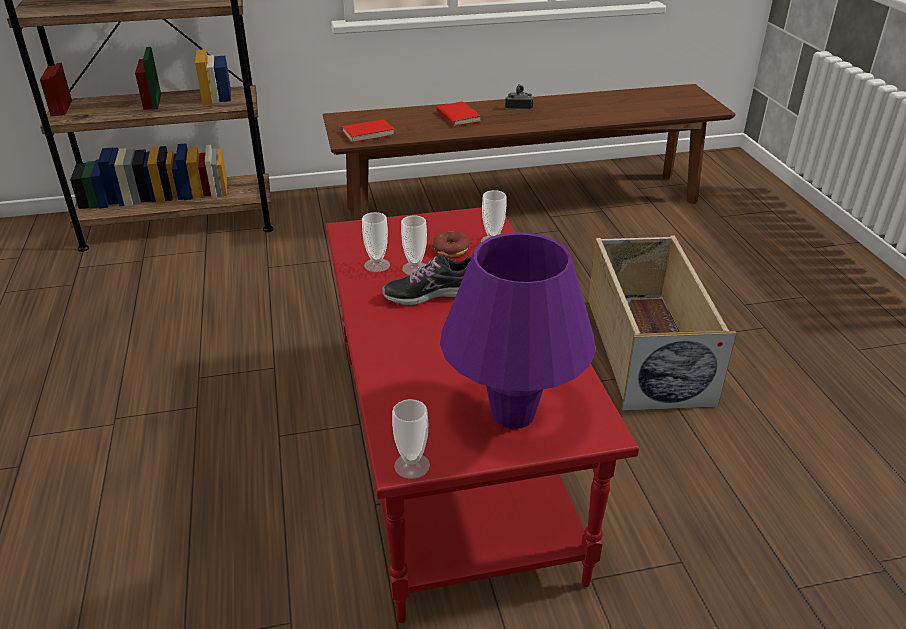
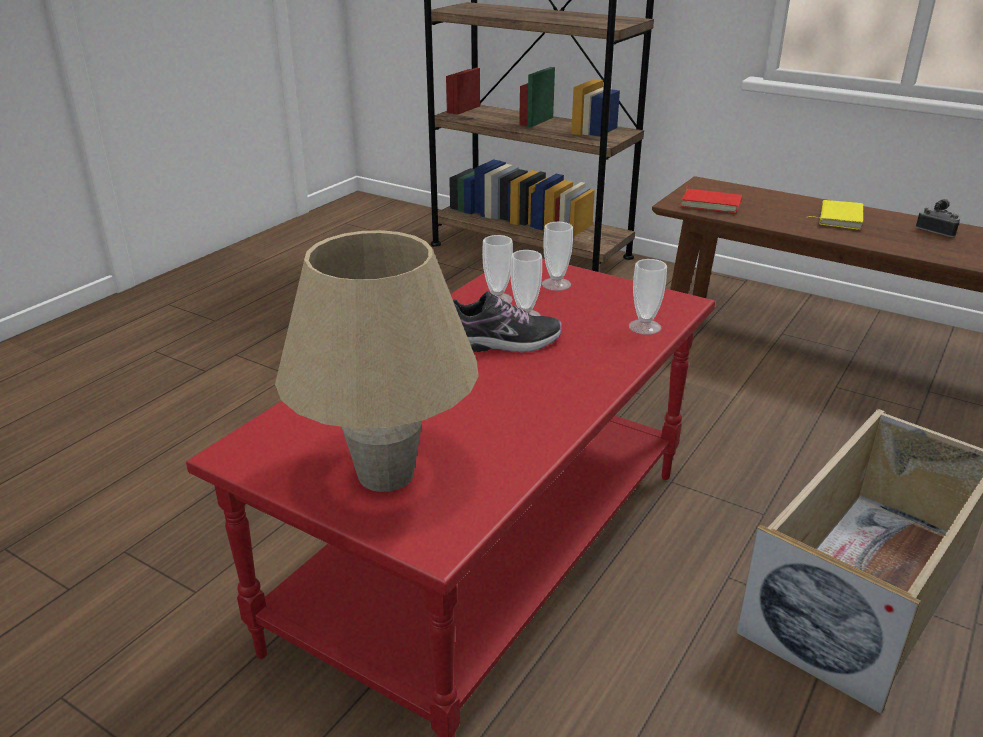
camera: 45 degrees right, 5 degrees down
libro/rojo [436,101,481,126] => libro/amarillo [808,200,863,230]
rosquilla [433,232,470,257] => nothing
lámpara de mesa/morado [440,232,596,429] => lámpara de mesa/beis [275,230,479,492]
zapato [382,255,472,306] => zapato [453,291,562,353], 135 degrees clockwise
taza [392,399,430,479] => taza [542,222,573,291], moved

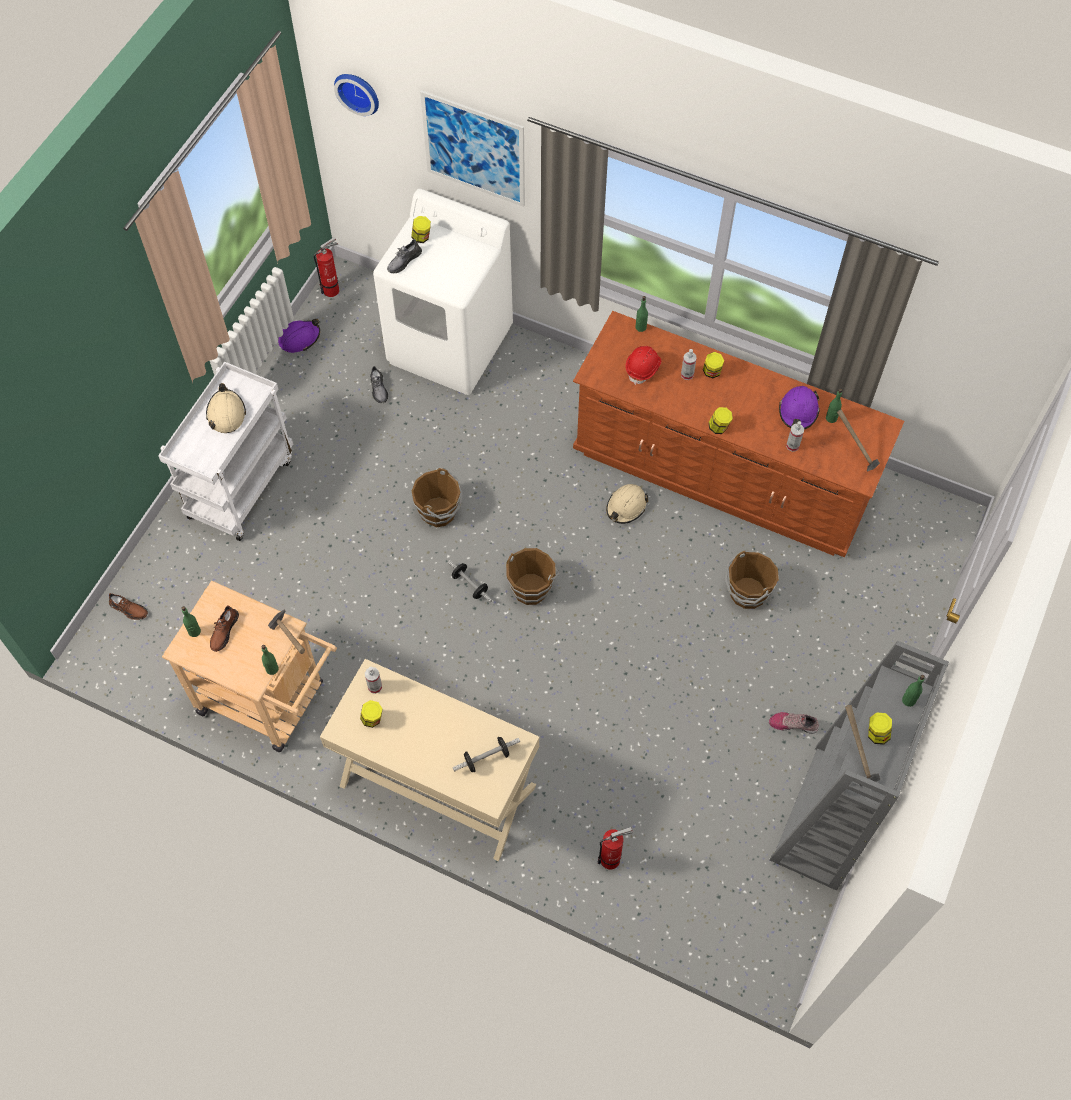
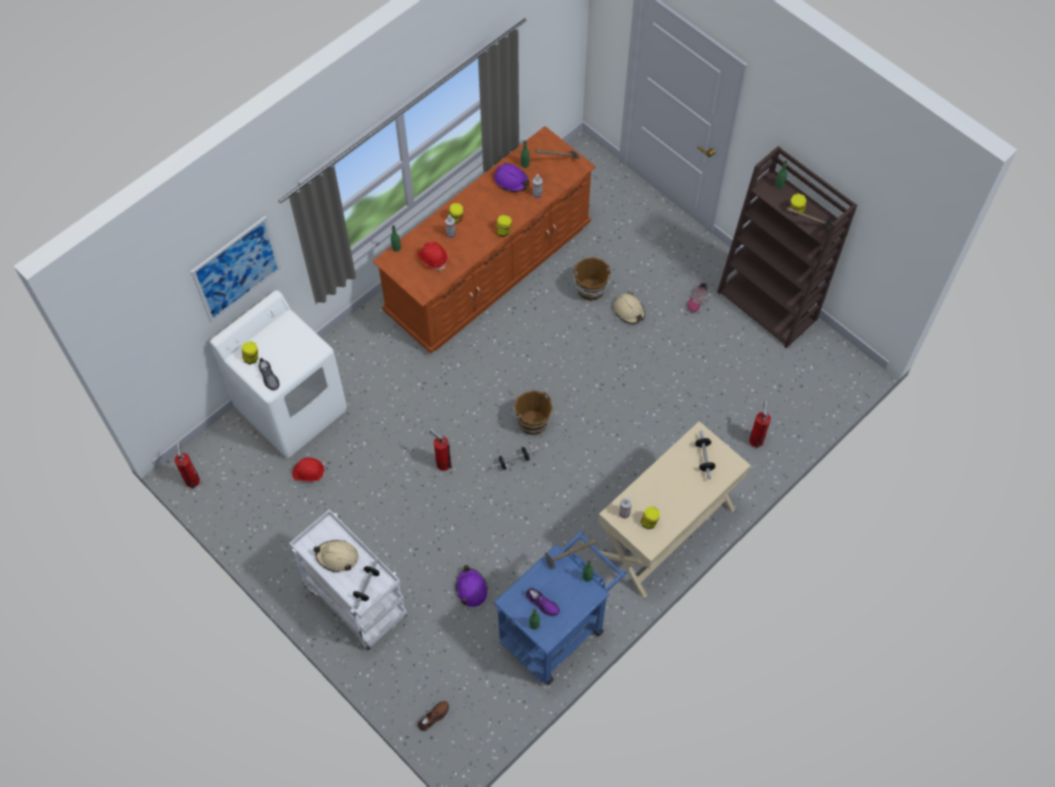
camera: 70 degrees left, 0 degrees up
reloj de pared [334,74,379,116] => nothing
casco/morado [278,319,320,353] => casco/morado [456,565,488,607], moved
zapato/gris [370,366,388,403] => casco/rojo [292,458,326,481]
cubo/marrón [412,468,462,527] => extintor [429,428,452,471]
casco/beis [606,484,648,524] => casco/beis [614,292,645,324], moved
carrito/beis [162,581,337,752] => carrito/azul [493,531,627,685]
zapato/marrón [210,606,239,652] => zapato/morado [526,588,560,616]
estantería/gris [770,641,949,890] => estantería/marrón [717,146,857,348]
nothing => mancuerna [353,558,379,609]

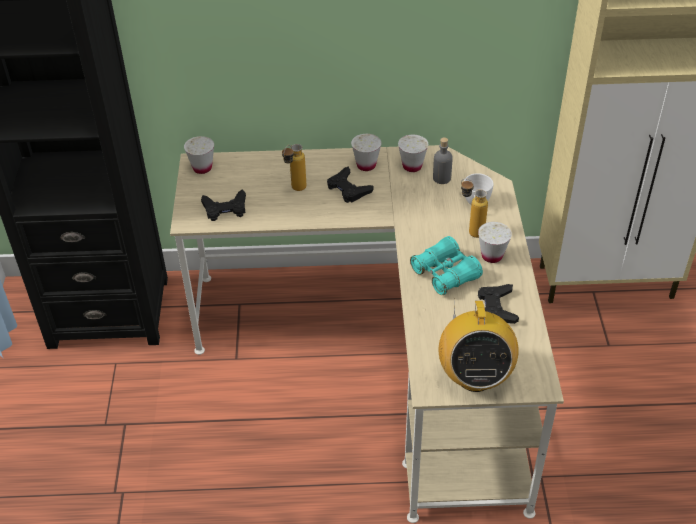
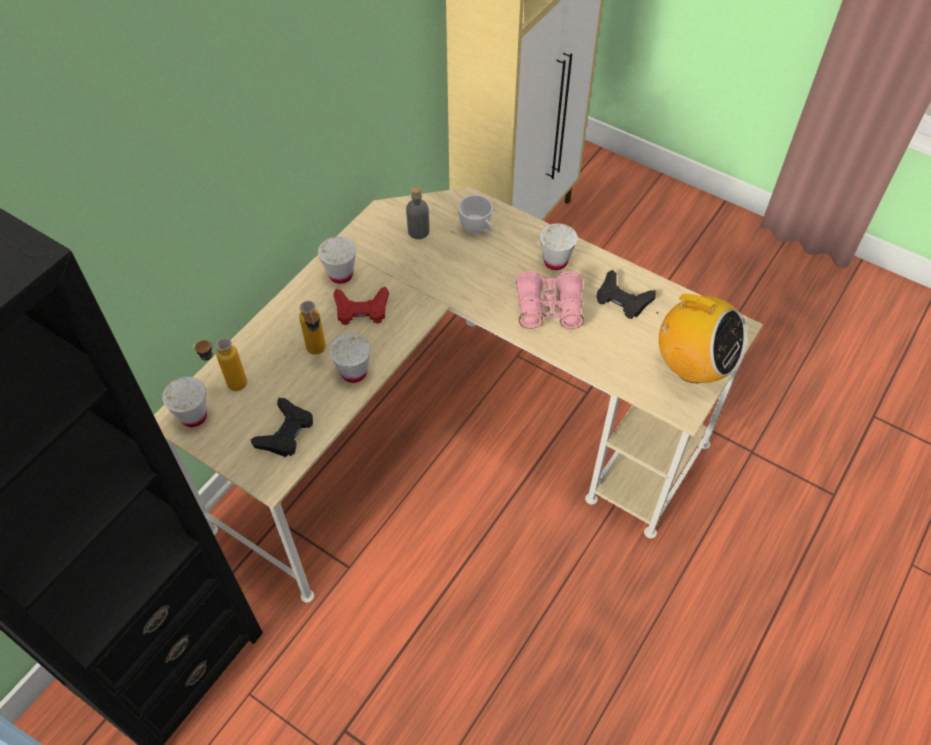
camera: 55 degrees left, 10 degrees up
taza/blanco [398,135,428,172] => taza/blanco [329,333,371,383], moved
mando de consola/negro [327,167,373,203] => mando de consola/rojo [333,286,389,325]
botella [461,178,488,238] => botella [193,338,247,391], moved
prismáticos/turquesa [410,236,483,295] => prismáticos/rosa [516,271,584,329]

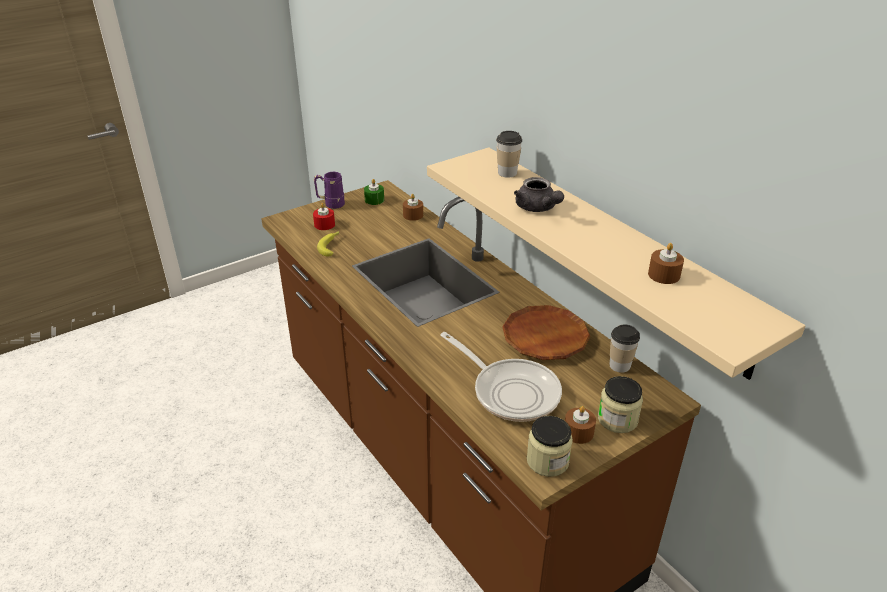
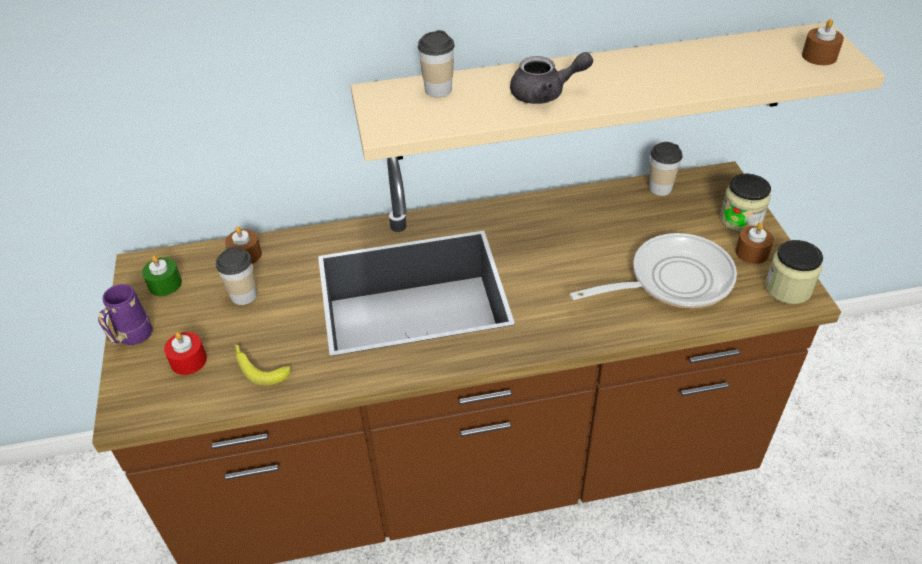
camera: 65 degrees left, 10 degrees up
vela/marrón [648,243,684,284] => vela/marrón [802,19,844,65], moved
plato/marrón [502,305,590,360] => nothing
nothing => taza [215,247,257,305]

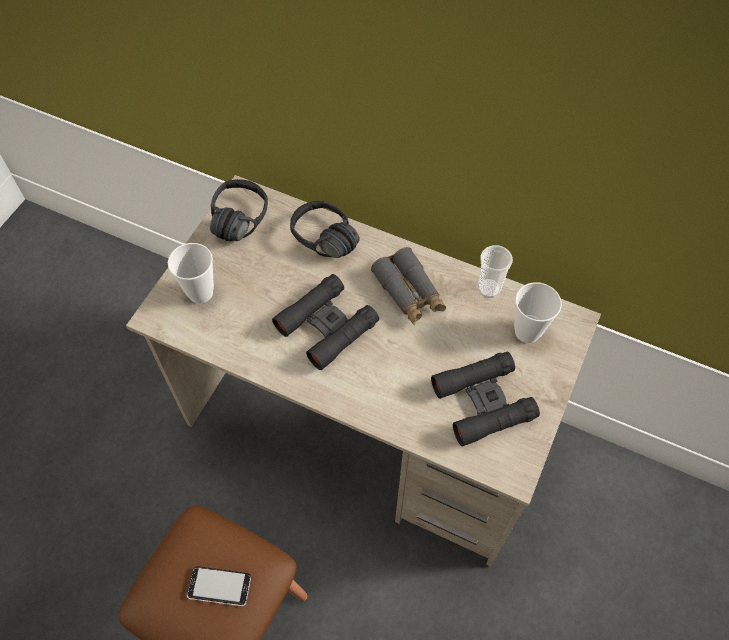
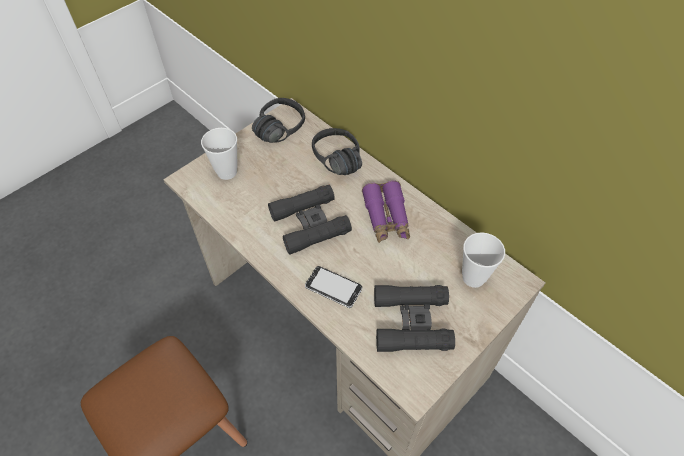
camera: 20 degrees right, 5 degrees down
taza [477,245,513,298] => nothing
prismáticos/gris [371,247,446,325] => prismáticos/morado [362,180,410,243]
móvil [187,566,251,607] => móvil [305,266,362,308], moved

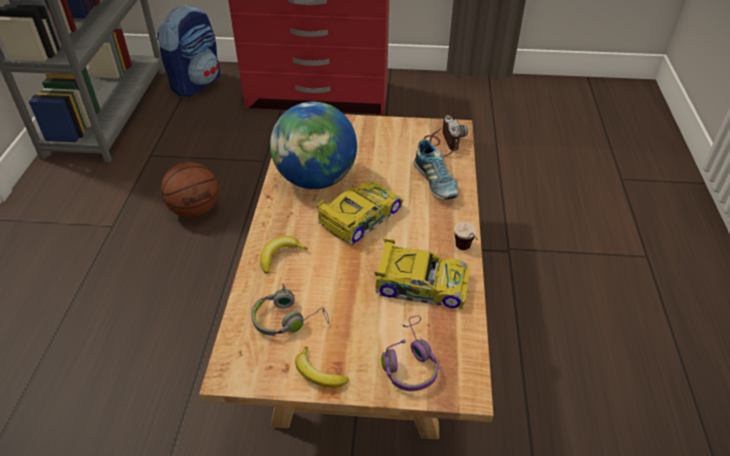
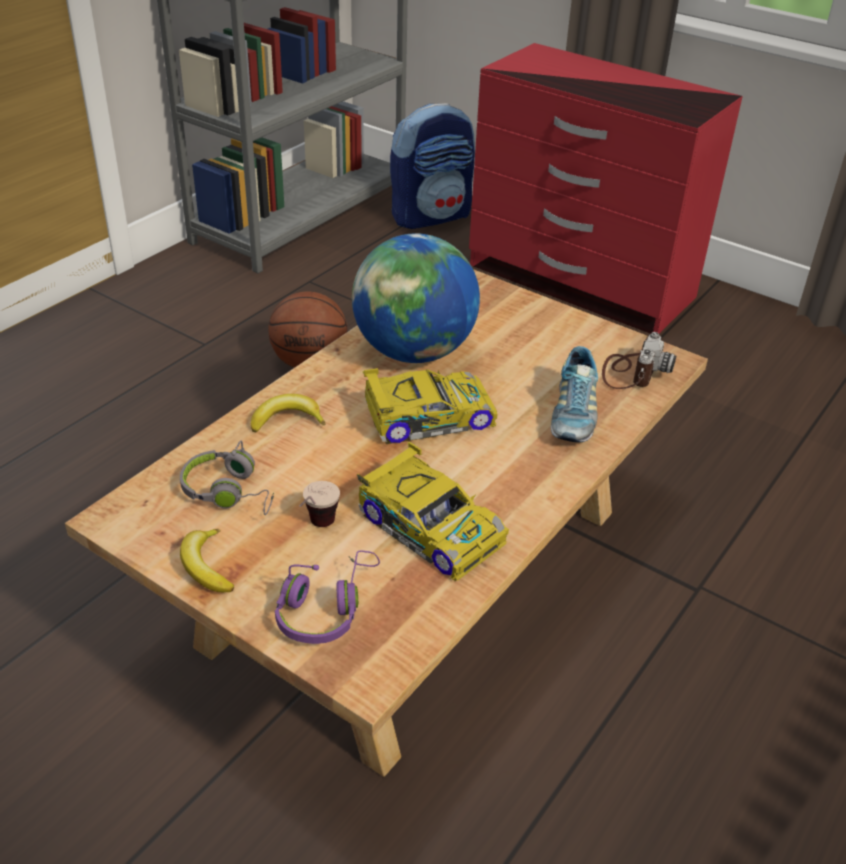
camera: 30 degrees right, 5 degrees down
taza [454,222,478,250] => taza [299,481,340,527], moved

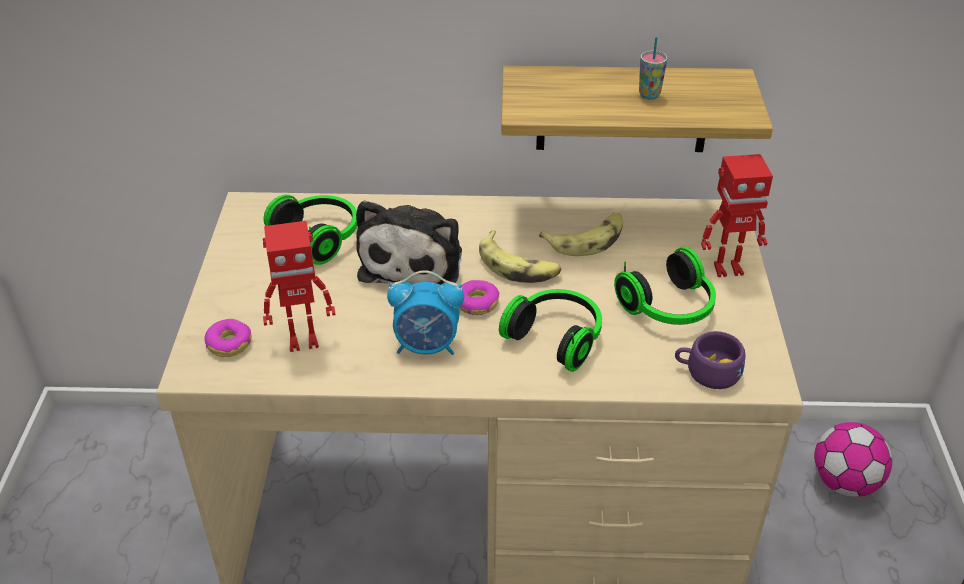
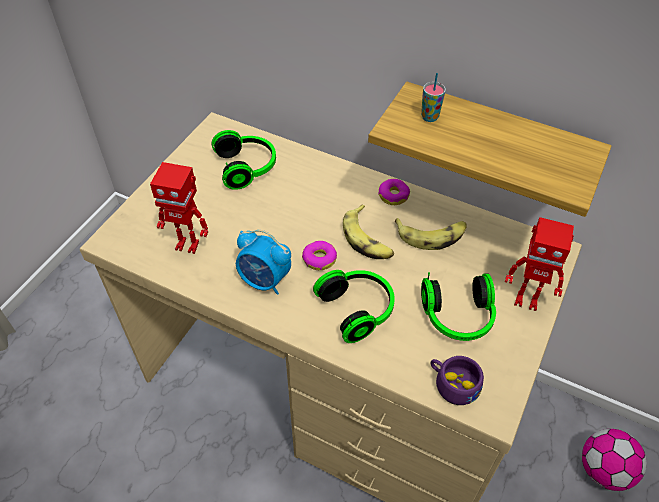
camera: 25 degrees right, 10 degrees up
taza [639,37,667,100] => taza [421,73,446,122], moved
peluche [356,200,462,285] => nothing
rosquilla [204,319,252,357] => rosquilla [378,179,410,205], moved

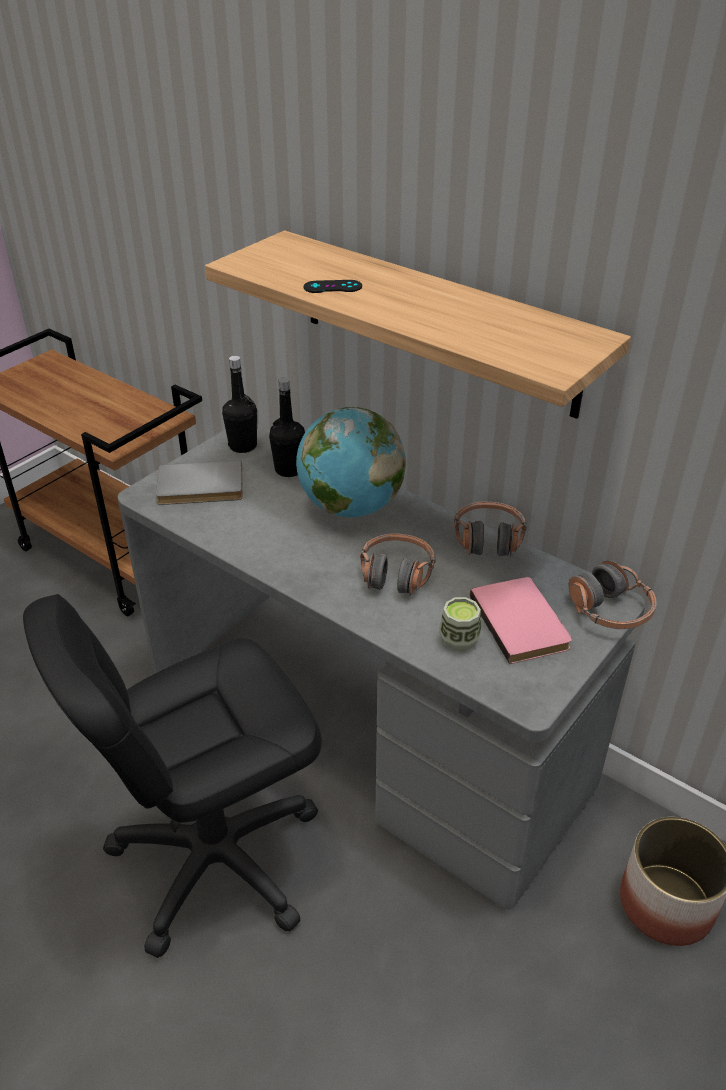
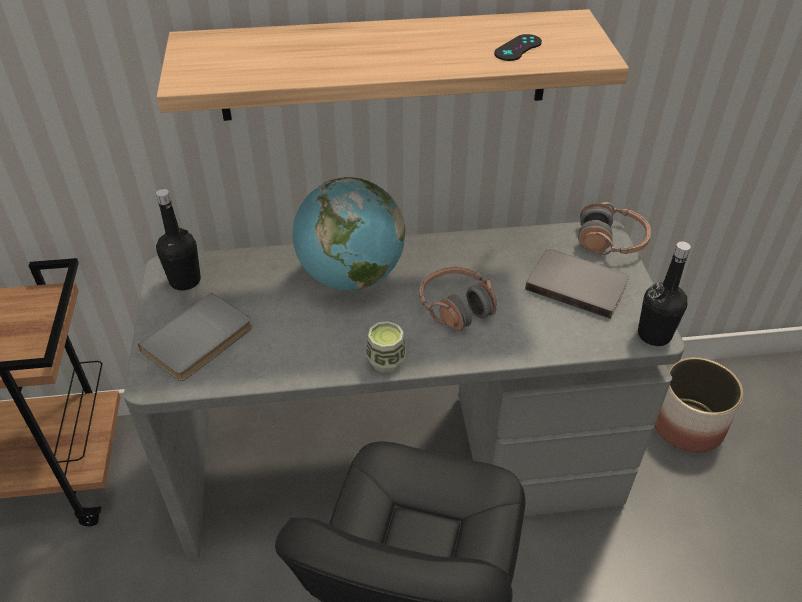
camera: 45 degrees left, 5 degrees up
mando de consola/negro [303,280,362,293] => mando de consola/negro [494,34,542,61], moved
botella/negro [269,377,305,477] => botella/negro [638,241,691,346], moved
auriculares [454,501,527,558] => nothing
libro/rosa [470,577,572,664] => libro/gris [525,249,629,319]
taza [439,597,481,651] => taza [366,321,406,373], moved

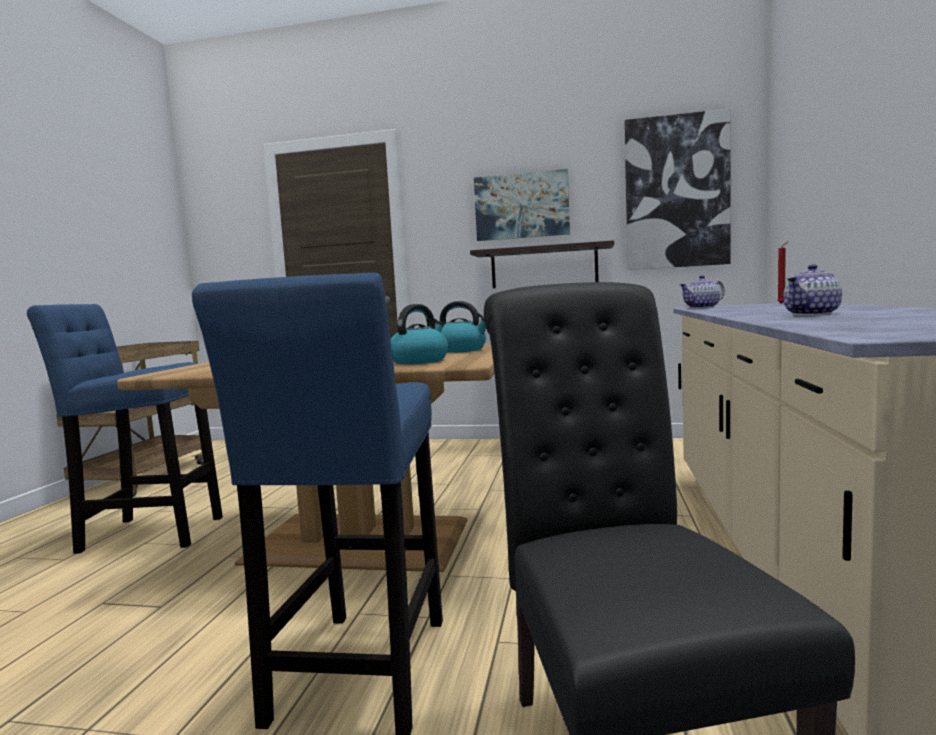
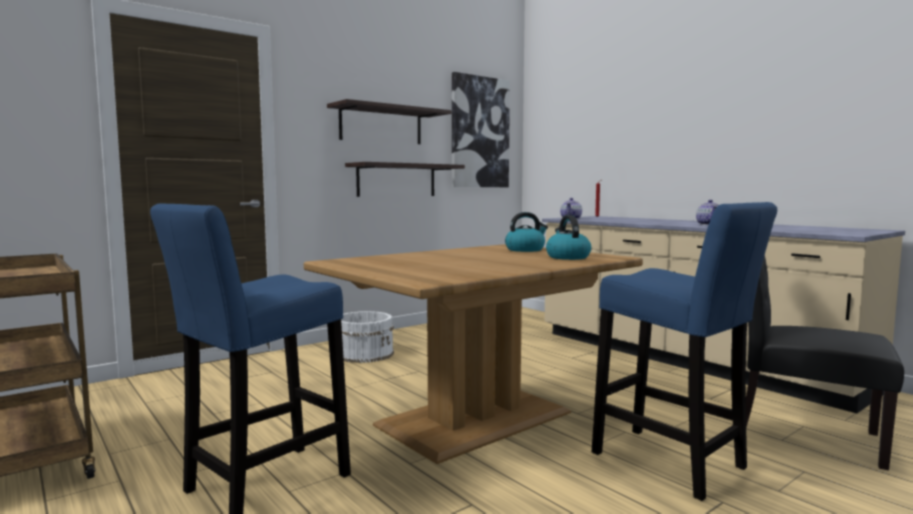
camera: 50 degrees left, 0 degrees up
cuadro [474,169,570,241] => estante [327,99,451,144]
nothing => cubo/blanco [341,311,394,363]

